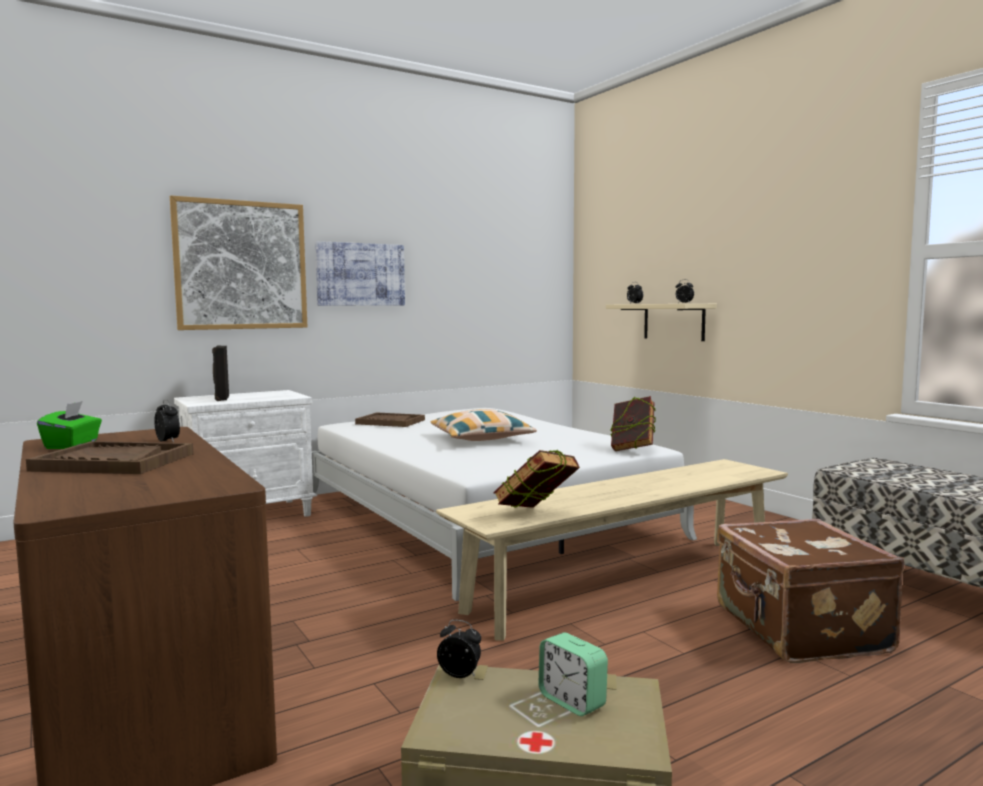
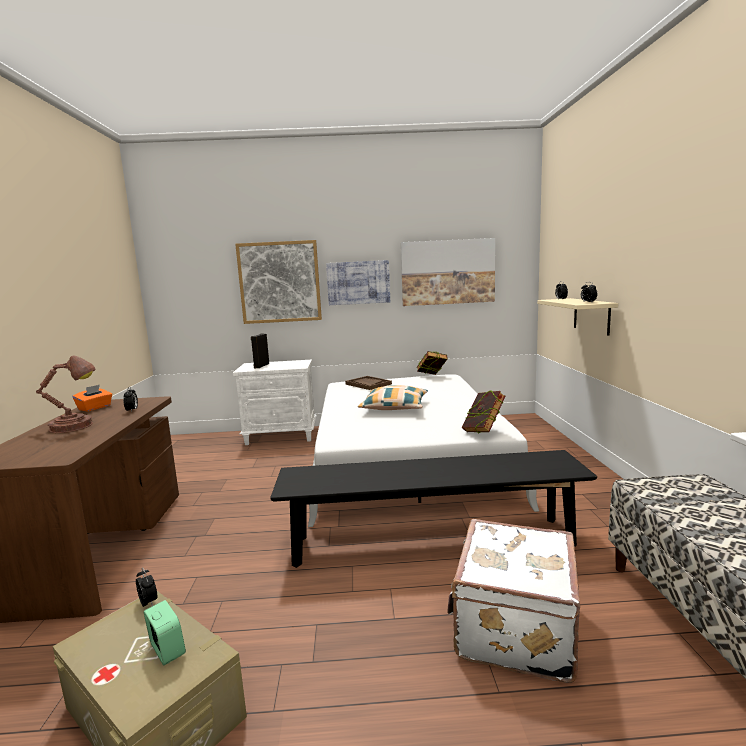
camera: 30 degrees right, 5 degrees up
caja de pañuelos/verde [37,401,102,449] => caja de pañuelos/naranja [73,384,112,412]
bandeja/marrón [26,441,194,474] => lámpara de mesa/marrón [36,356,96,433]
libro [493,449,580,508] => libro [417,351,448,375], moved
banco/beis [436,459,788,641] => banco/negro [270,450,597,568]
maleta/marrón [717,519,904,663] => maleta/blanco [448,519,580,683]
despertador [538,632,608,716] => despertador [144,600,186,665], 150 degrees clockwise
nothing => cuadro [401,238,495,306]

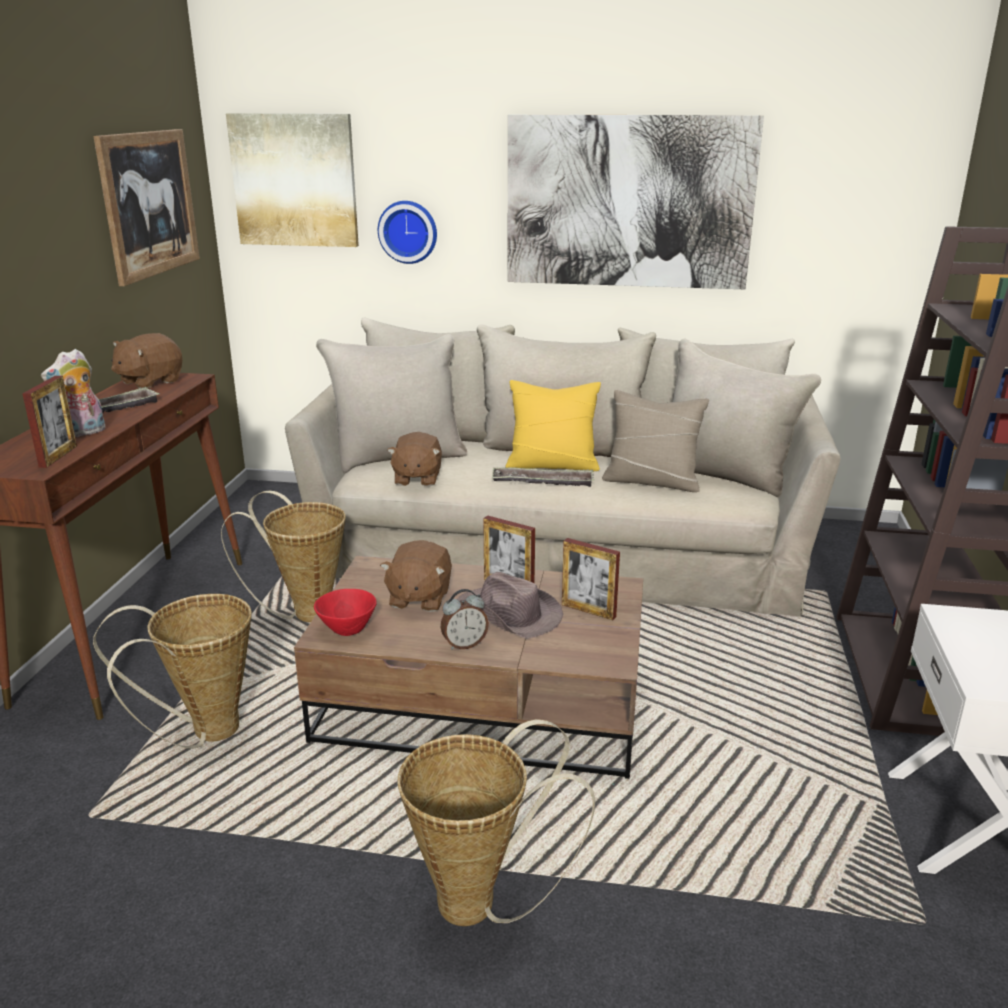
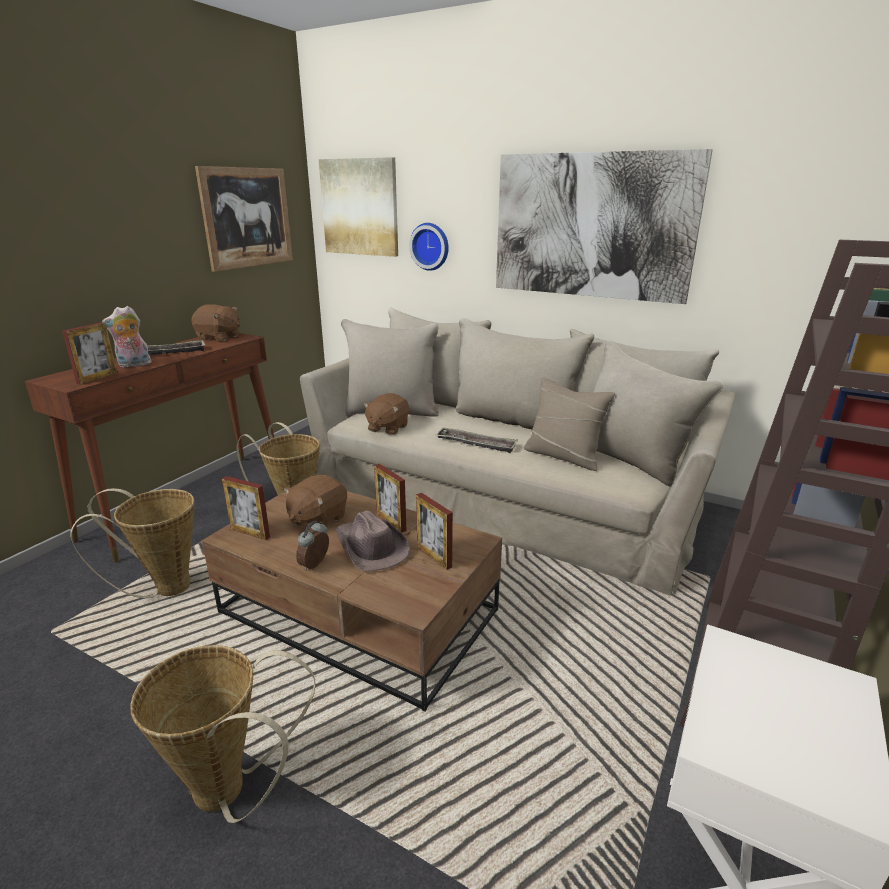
camera: 20 degrees right, 0 degrees up
peluche/marrón [111,333,182,389] => peluche/marrón [192,305,240,341], 135 degrees counterclockwise
cojín/amarillo [506,380,601,471] => nothing
cuenco/rojo [314,589,377,636] => portarretratos [222,476,270,540]
despertador [440,589,489,650] => despertador [296,521,329,571], 120 degrees clockwise

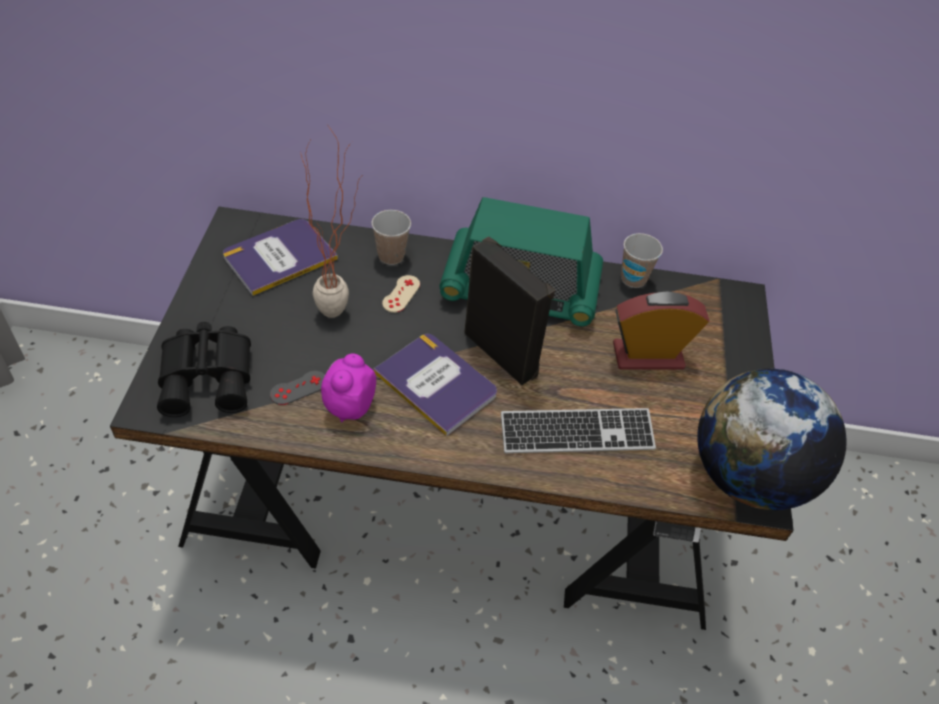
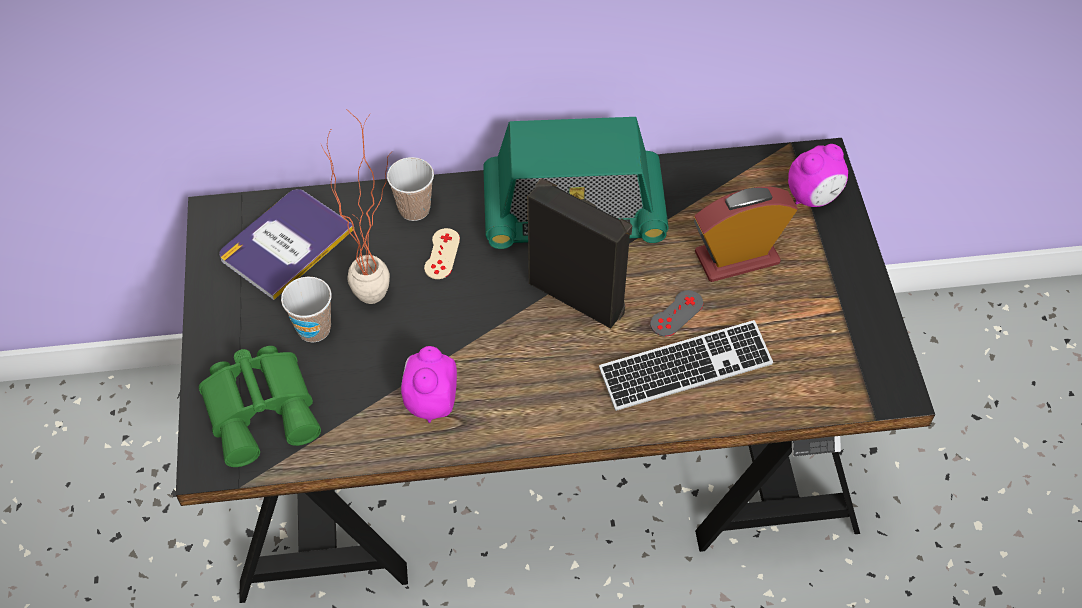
camera: 10 degrees left, 5 degrees up
taza [621,233,663,288] => taza [281,277,332,343], moved
prismáticos/negro [157,322,251,417] => prismáticos/verde [199,346,321,467]
libro [374,334,497,436] => nothing
globo terráqueo [697,368,846,510] => nothing
mando de consola/gris [270,371,325,405] => mando de consola/gris [650,290,703,337], moved
nothing => despertador [788,144,848,207]

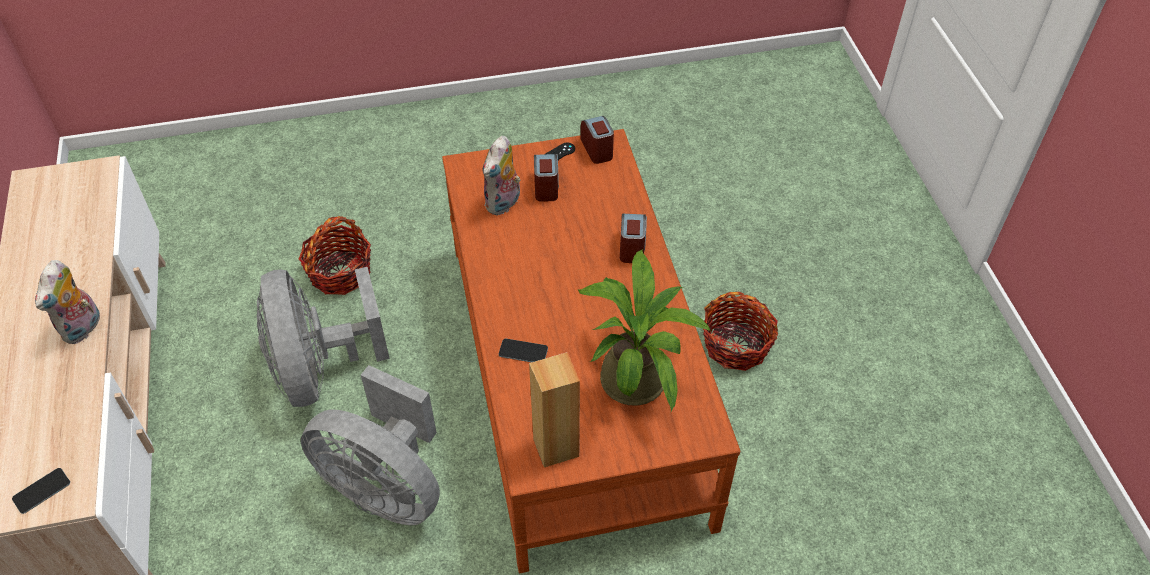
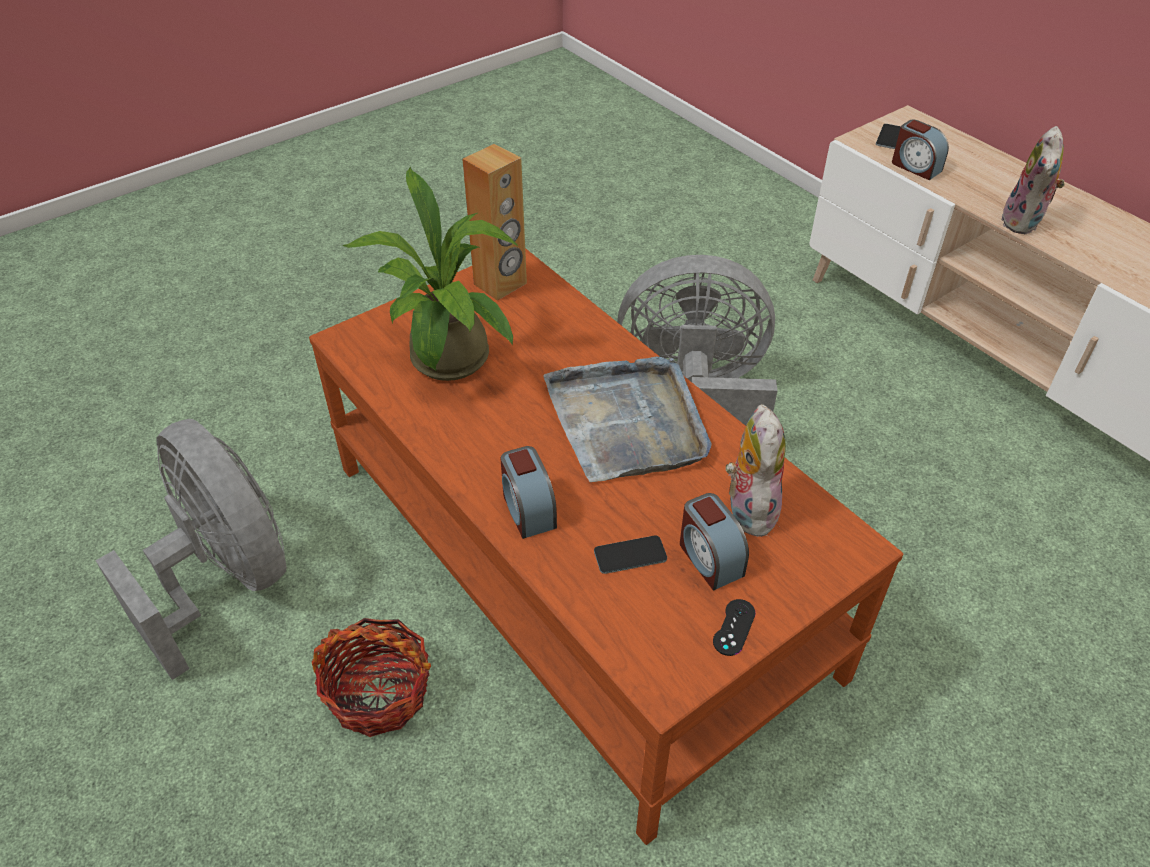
camera: 155 degrees right, 5 degrees down
despertador [581,116,614,164] => despertador [892,120,949,180], moved
cesta [299,216,371,295] => nothing
peluche [35,260,100,344] => peluche [1002,126,1065,234], 150 degrees counterclockwise
ventilador/gris [257,267,390,407] => ventilador/gris [95,419,287,680], moved
móvil [499,339,548,362] => móvil [594,535,667,574], moved
nothing => bandeja/gris [543,356,712,482]

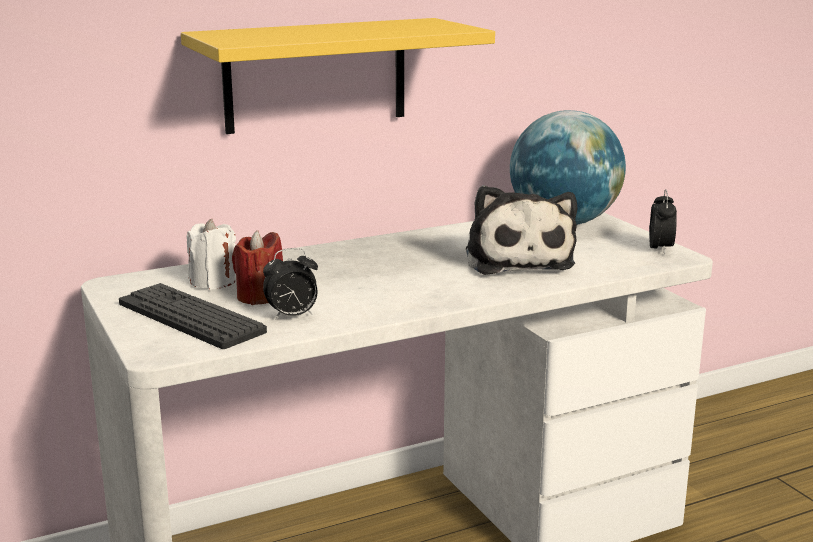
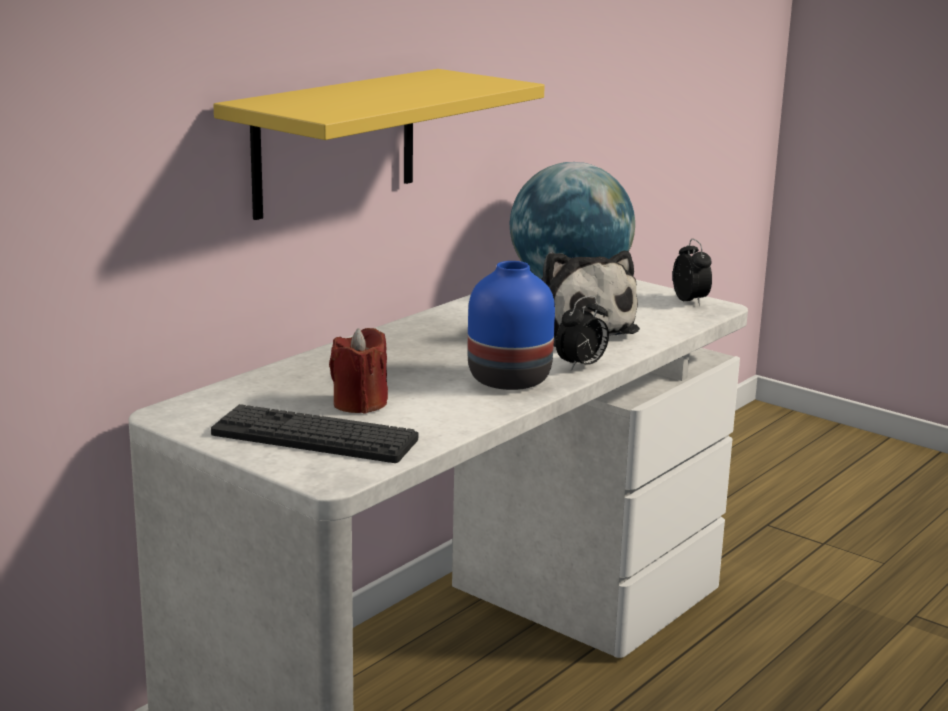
camera: 25 degrees left, 0 degrees up
vela/blanco [187,219,236,290] => nothing
despertador [263,248,318,320] => despertador [556,295,609,371], moved
nothing => florero/azul [468,261,555,390]

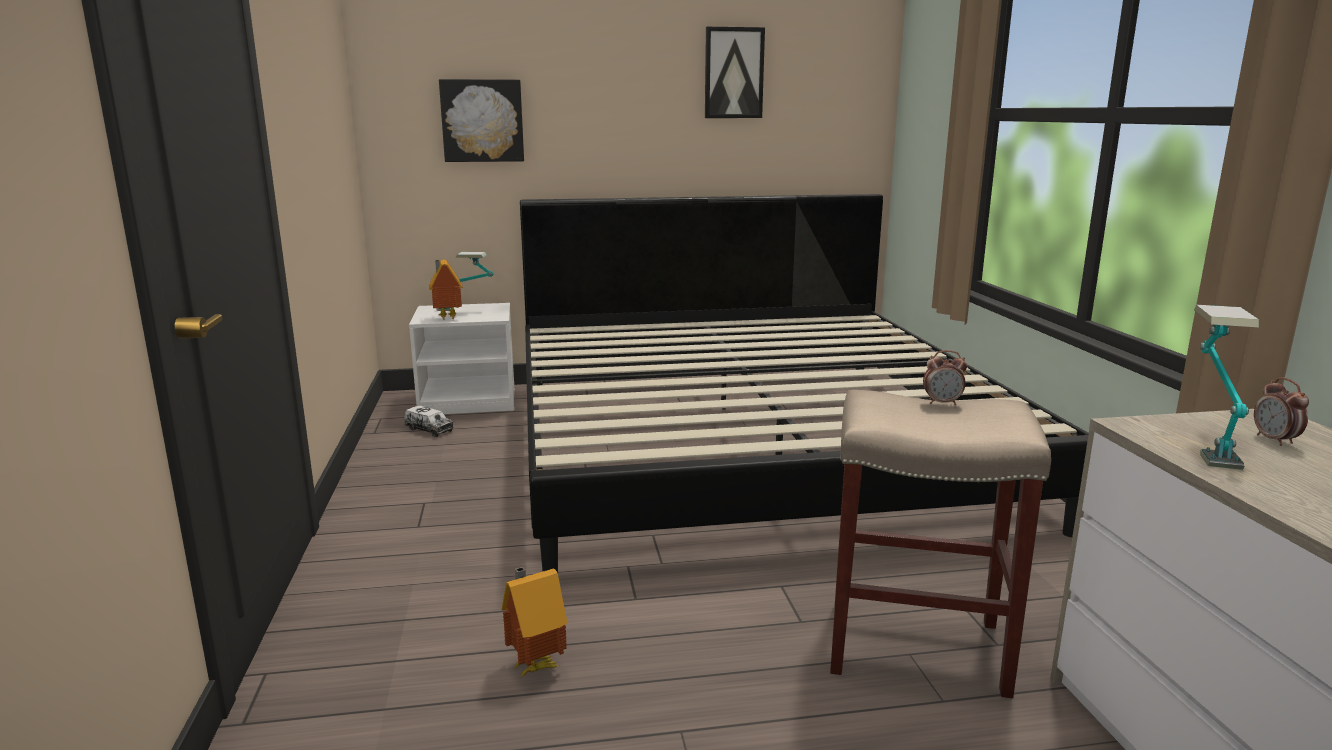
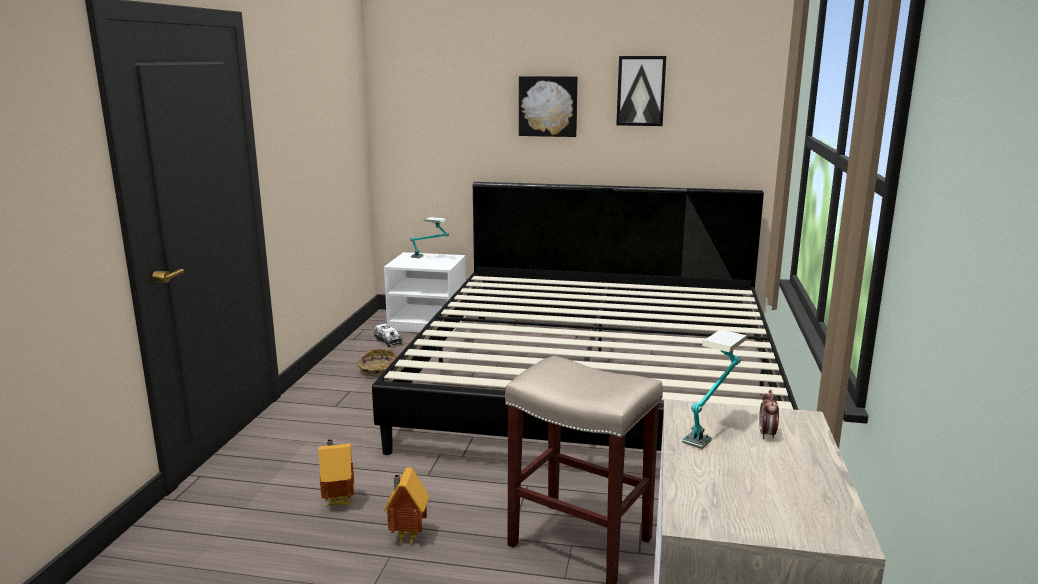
camera: 20 degrees right, 0 degrees up
cuadro [439,79,524,162] => cuadro [519,76,578,137], moved
casita [429,260,463,321] => casita [384,468,429,545], moved
despertador [923,350,967,405] => nothing
nothing => cesta [357,348,397,377]

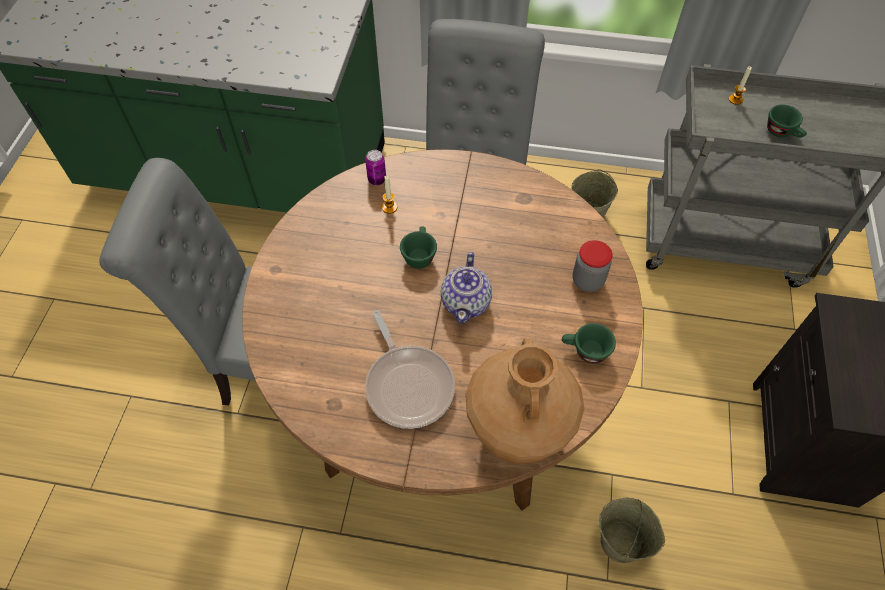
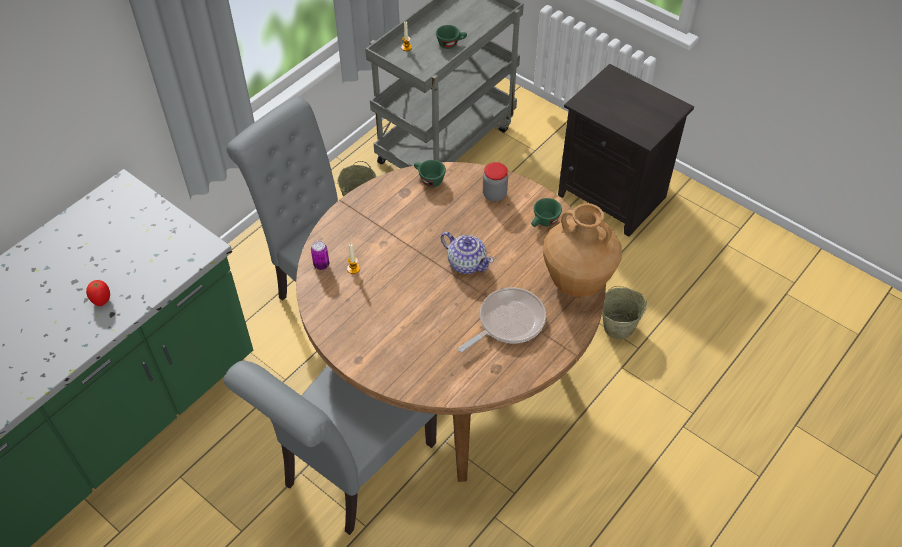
camera: 60 degrees left, 5 degrees down
taza/verde [400,226,437,269] => taza/verde [414,160,446,187], moved
sartén [365,310,455,429] => sartén [458,288,546,352], 45 degrees counterclockwise
nothing => tomate [86,280,110,306]

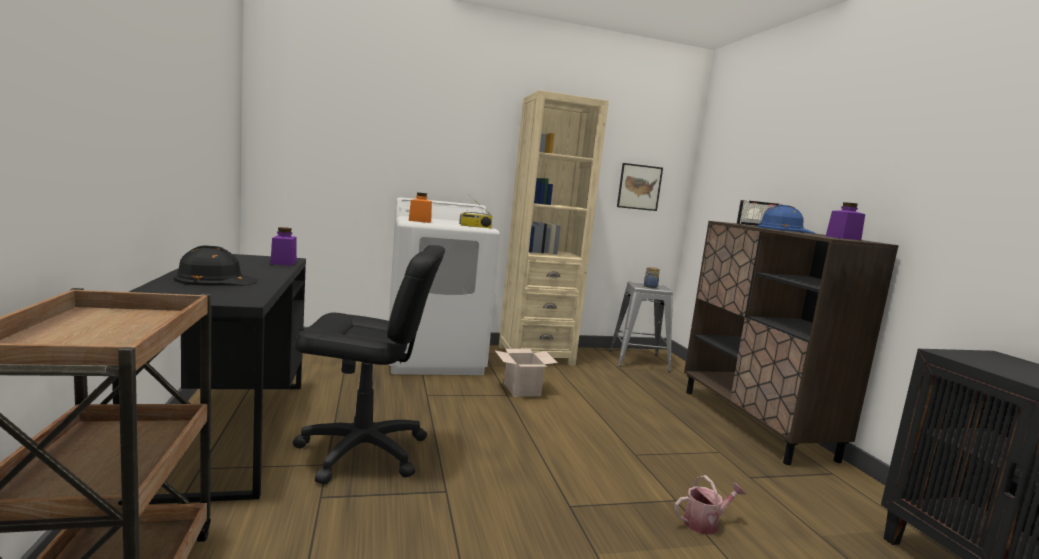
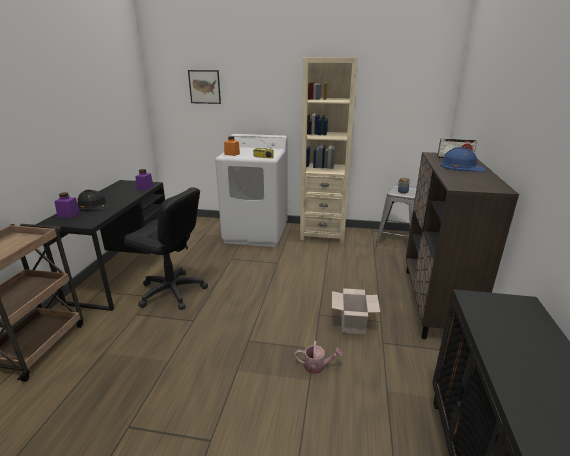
camera: 25 degrees right, 15 degrees up
cuadro [617,163,663,211] => cuadro [188,70,221,104], moved
tarro/morado [826,202,865,240] => tarro/morado [54,192,80,218], moved
caja de cartón [494,349,558,397] => caja de cartón [332,288,380,335], moved

